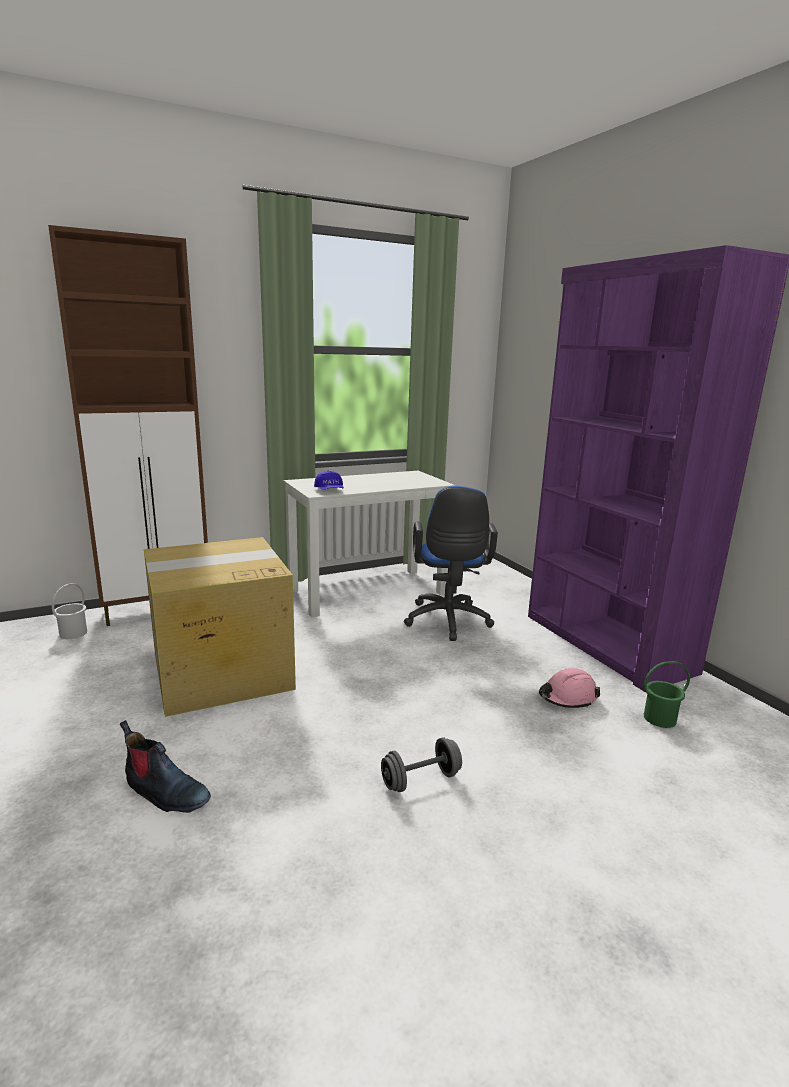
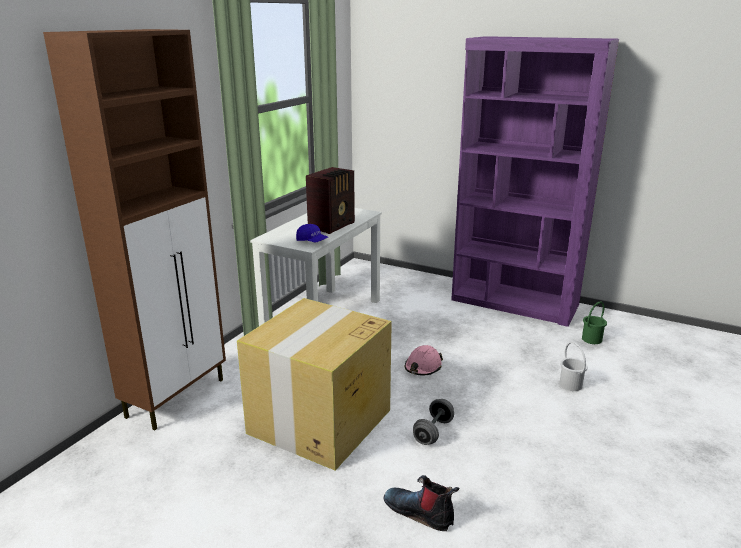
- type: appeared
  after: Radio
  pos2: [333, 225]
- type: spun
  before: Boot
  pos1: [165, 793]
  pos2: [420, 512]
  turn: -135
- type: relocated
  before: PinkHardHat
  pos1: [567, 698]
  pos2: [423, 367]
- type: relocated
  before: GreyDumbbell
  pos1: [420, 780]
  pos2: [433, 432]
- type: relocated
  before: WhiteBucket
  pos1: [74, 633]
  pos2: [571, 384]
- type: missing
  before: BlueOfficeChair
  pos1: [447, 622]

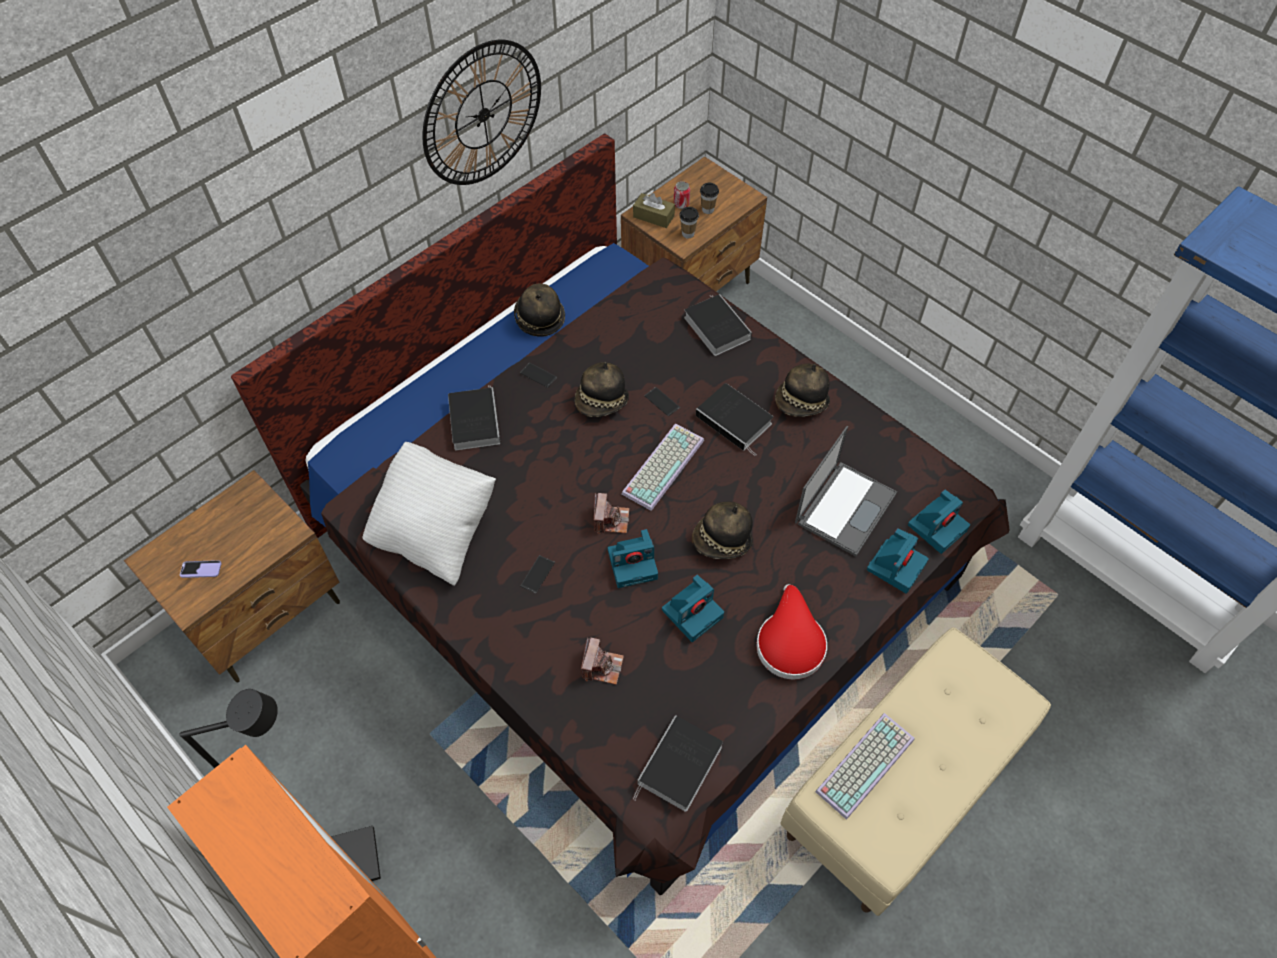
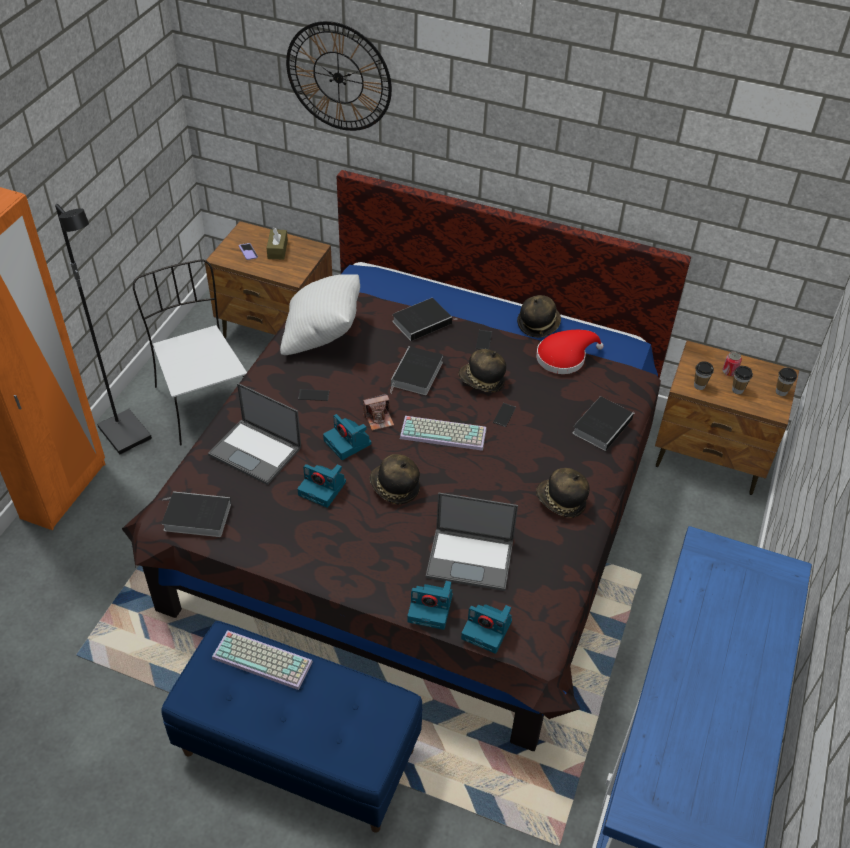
- type: appeared
  after: WhiteChair
  pos2: [203, 402]
- type: colour
  before: BeigeBench
  after: BlueBench
  pos1: [899, 787]
  pos2: [300, 751]
- type: exchanged
  before: PhotoCamera
  after: Laptop
  pos1: [602, 666]
  pos2: [256, 451]
- type: relocated
  before: BrownTissueBox
  pos1: [653, 216]
  pos2: [277, 249]
- type: relocated
  before: WallClock
  pos1: [483, 114]
  pos2: [338, 77]
- type: relocated
  before: Book
  pos1: [736, 420]
  pos2: [417, 375]
- type: relocated
  before: RedHat
  pos1: [789, 641]
  pos2: [564, 357]
- type: appeared
  after: Cup
  pos2: [781, 392]

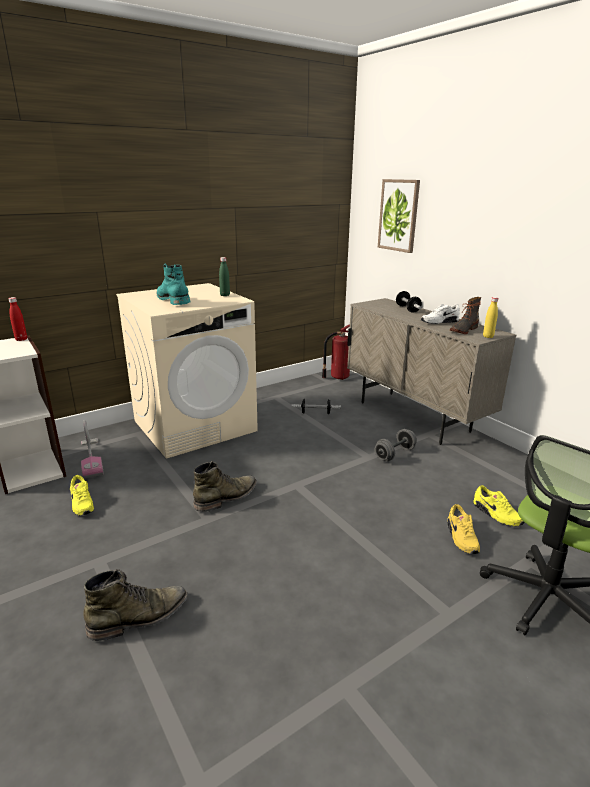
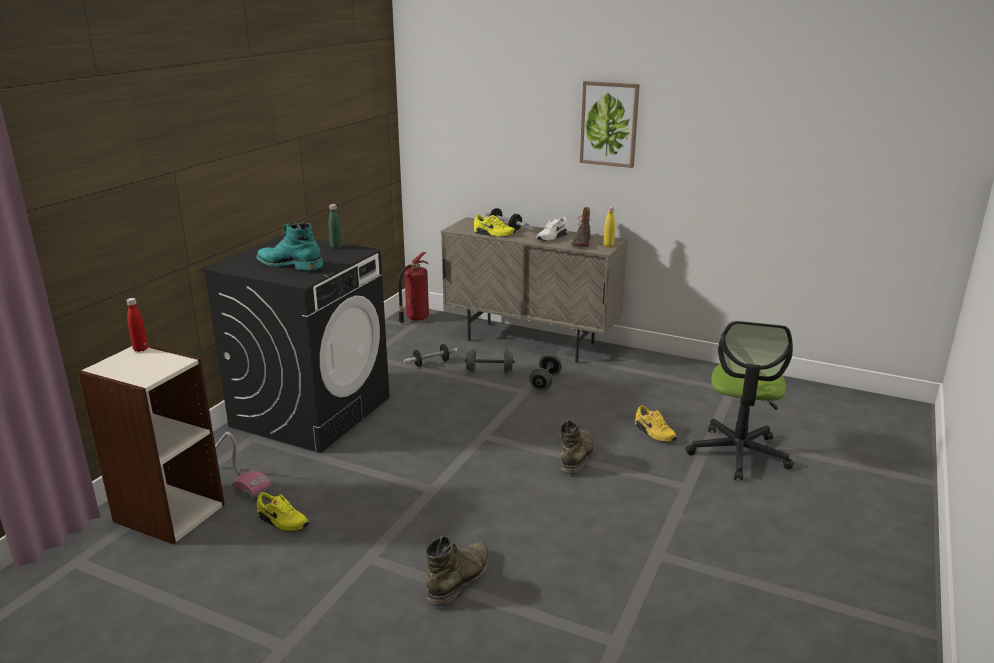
- type: colour
  before: BeigeWashingMachine
  after: BlackWashingMachine
  pos1: [195, 425]
  pos2: [311, 411]
- type: appeared
  after: GreyDumbbell
  pos2: [489, 371]
- type: relocated
  before: YellowShoe
  pos1: [496, 515]
  pos2: [494, 234]
- type: relocated
  before: GreenBoot
  pos1: [227, 497]
  pos2: [577, 456]
- type: relocated
  before: Picture
  pos1: [399, 215]
  pos2: [609, 124]

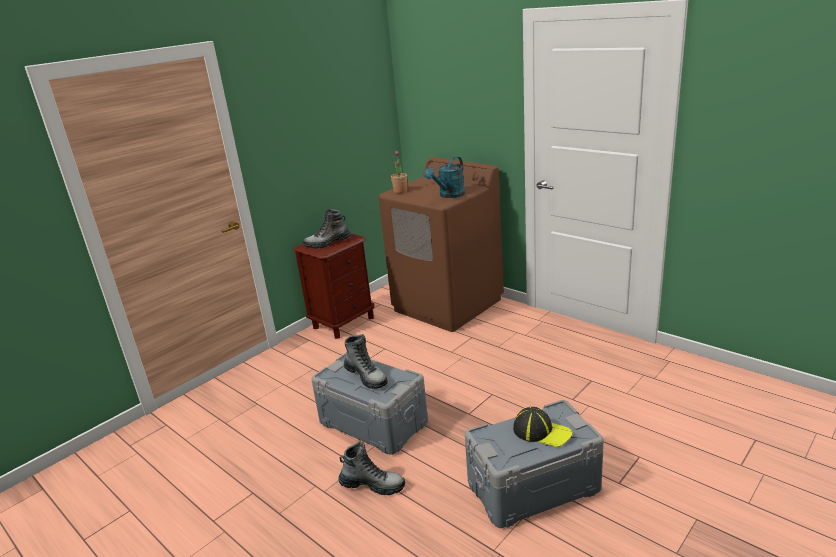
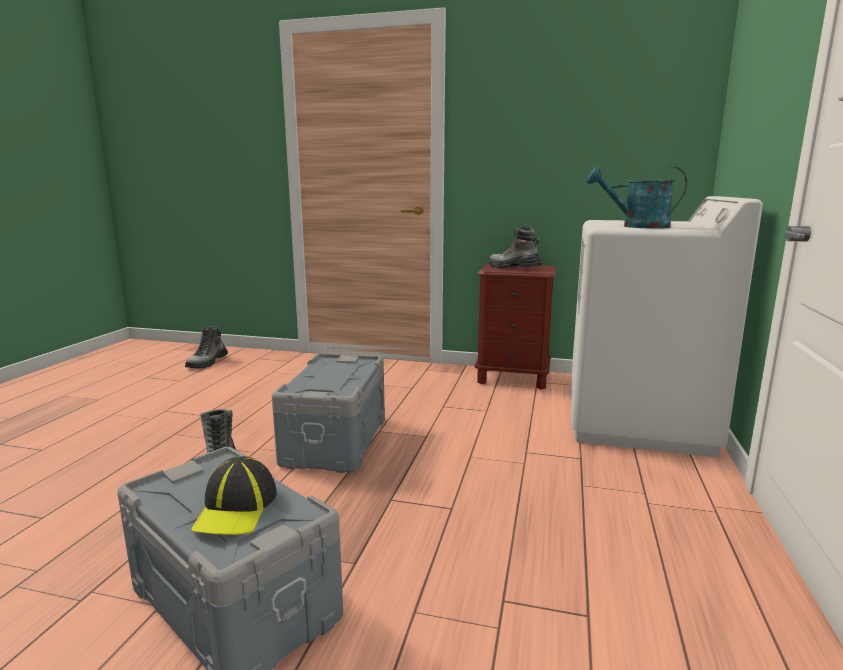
- type: relocated
  before: Boot
  pos1: [366, 376]
  pos2: [207, 363]
- type: colour
  before: BrownWashingMachine
  after: WhiteWashingMachine
  pos1: [448, 305]
  pos2: [638, 422]
- type: missing
  before: PottedPlant
  pos1: [400, 191]

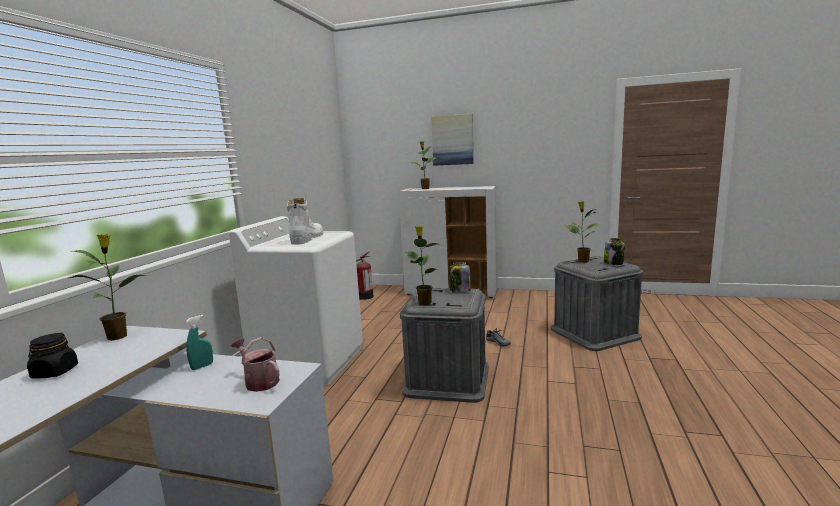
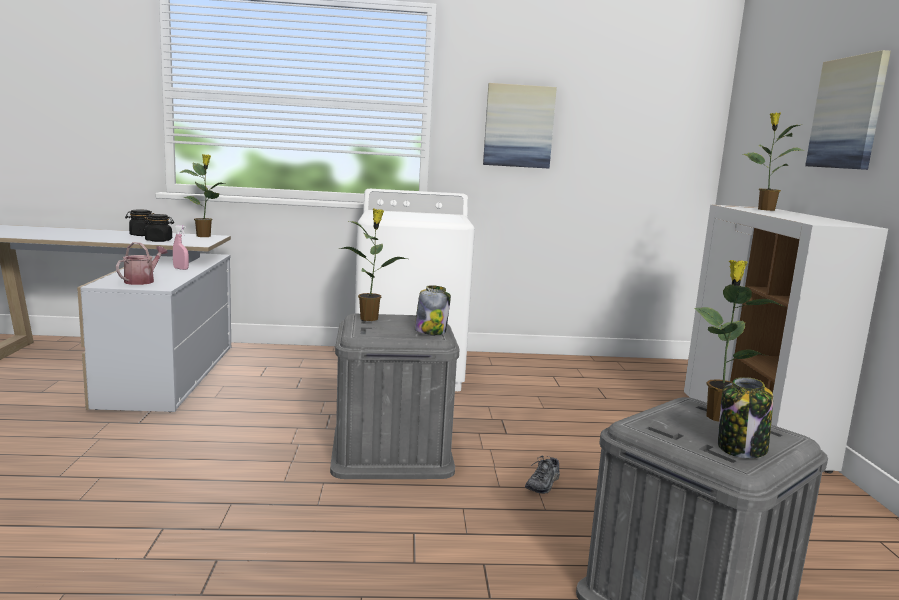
- type: appeared
  after: BlackJar
  pos2: [159, 240]
- type: colour
  before: TurquoiseSprayBottle
  after: PinkSprayBottle
  pos1: [202, 366]
  pos2: [181, 269]
- type: appeared
  after: Picture
  pos2: [518, 126]
- type: missing
  before: WhiteBoot
  pos1: [307, 239]
- type: missing
  before: FireExtinguisher
  pos1: [364, 297]

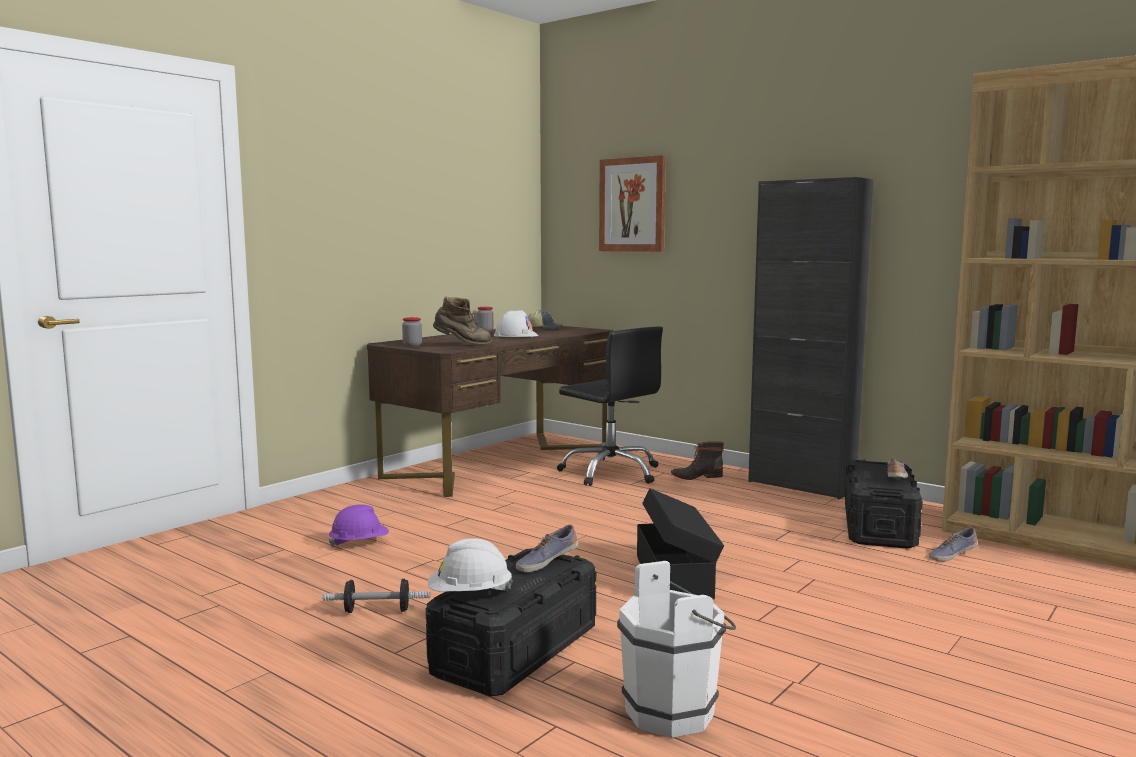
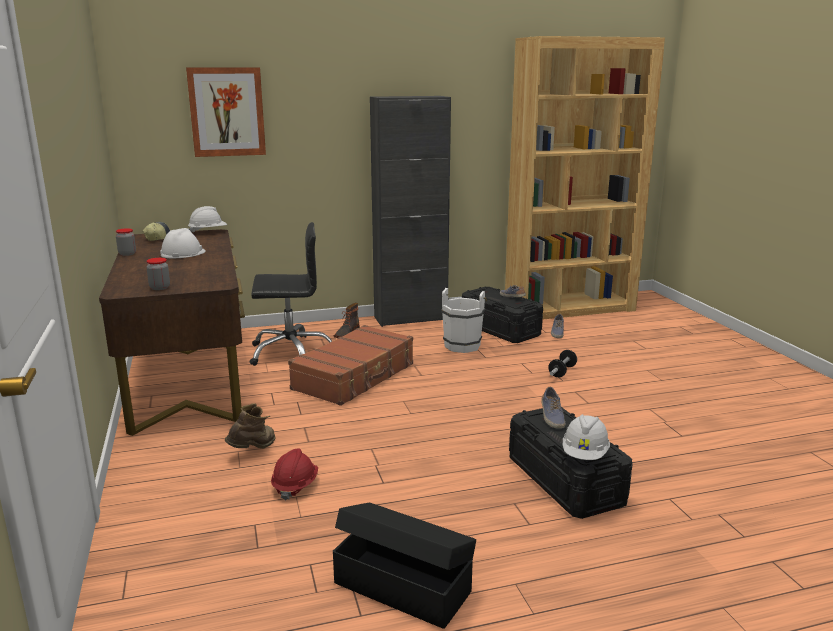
- type: appeared
  after: WhiteHardHat
  pos2: [208, 232]
- type: relocated
  before: BrownBoot
  pos1: [463, 345]
  pos2: [253, 450]
- type: colour
  before: PurpleHardHat
  after: RedHardHat
  pos1: [359, 543]
  pos2: [295, 486]
- type: appeared
  after: BrownSuitcase
  pos2: [355, 377]
- type: relocated
  before: BlackStorageBox
  pos1: [675, 576]
  pos2: [402, 585]
- type: relocated
  before: WhiteBucket
  pos1: [677, 712]
  pos2: [463, 345]
- type: relocated
  before: Dumbbell
  pos1: [377, 611]
  pos2: [562, 371]

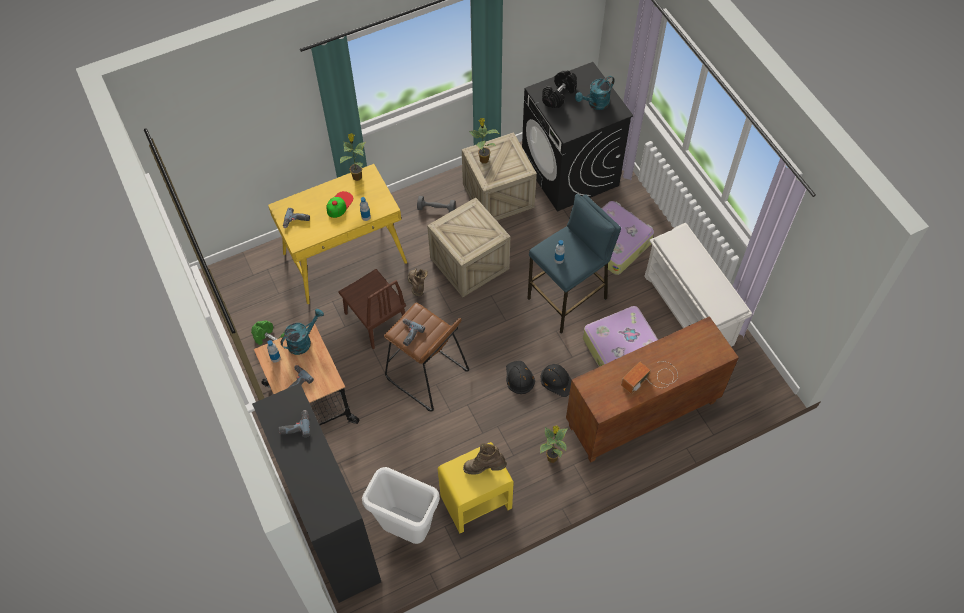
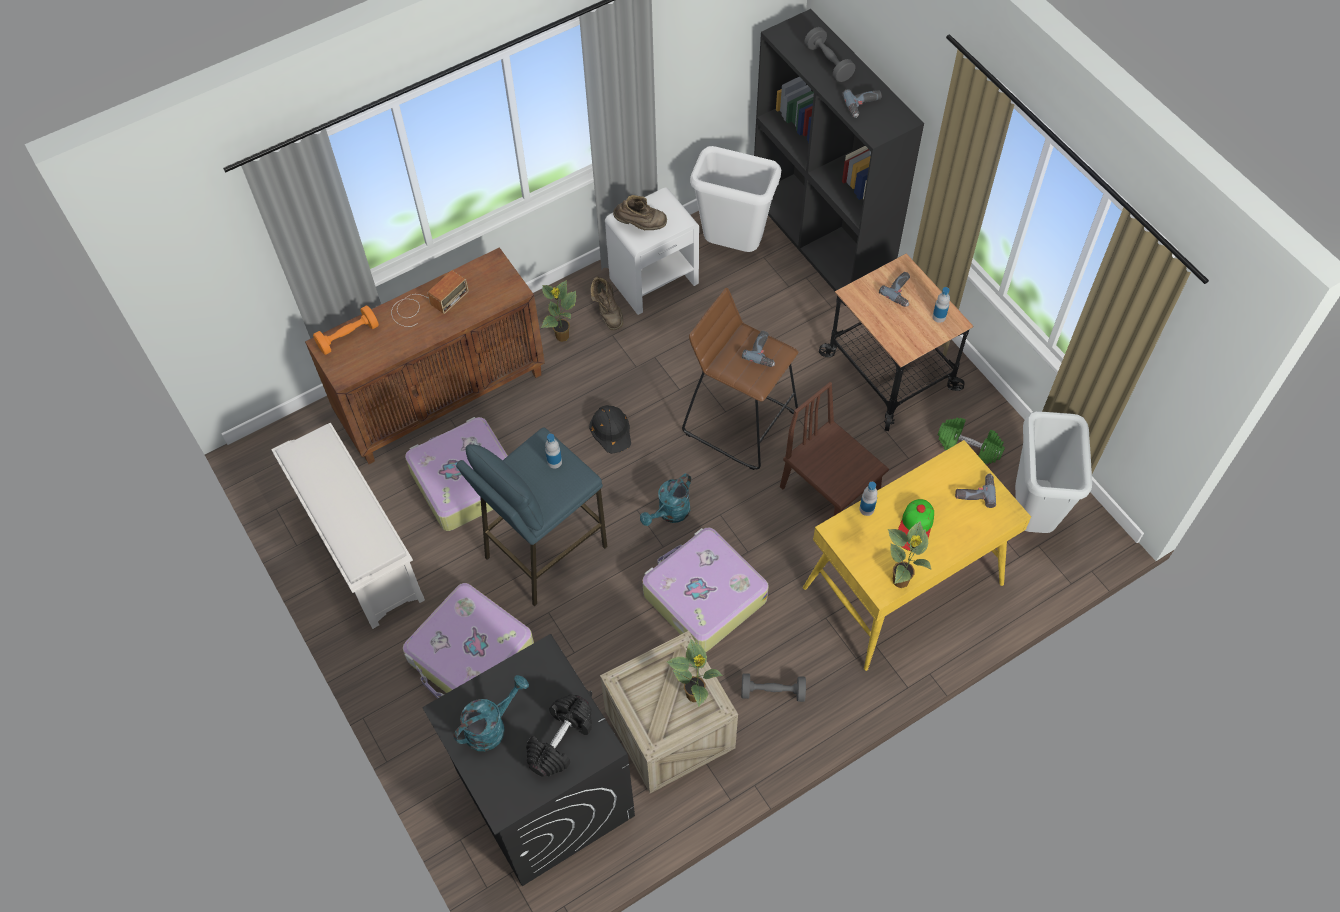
- type: appeared
  after: OrangeDumbbell
  pos2: [348, 337]
- type: relocated
  before: BrownBoot
  pos1: [417, 287]
  pos2: [608, 312]
- type: colour
  before: YellowNightstand
  after: WhiteNightstand
  pos1: [475, 502]
  pos2: [654, 280]
- type: relocated
  before: TurquoiseWateringCan
  pos1: [303, 341]
  pos2: [670, 513]
- type: exchanged
  before: Crate
  after: Suitcase
  pos1: [469, 263]
  pos2: [703, 596]
- type: appeared
  after: GreyDumbbell
  pos2: [828, 63]
- type: appeared
  after: GreyTrashCan
  pos2: [1032, 515]
- type: missing
  before: BlackHardHat
  pos1: [557, 380]

